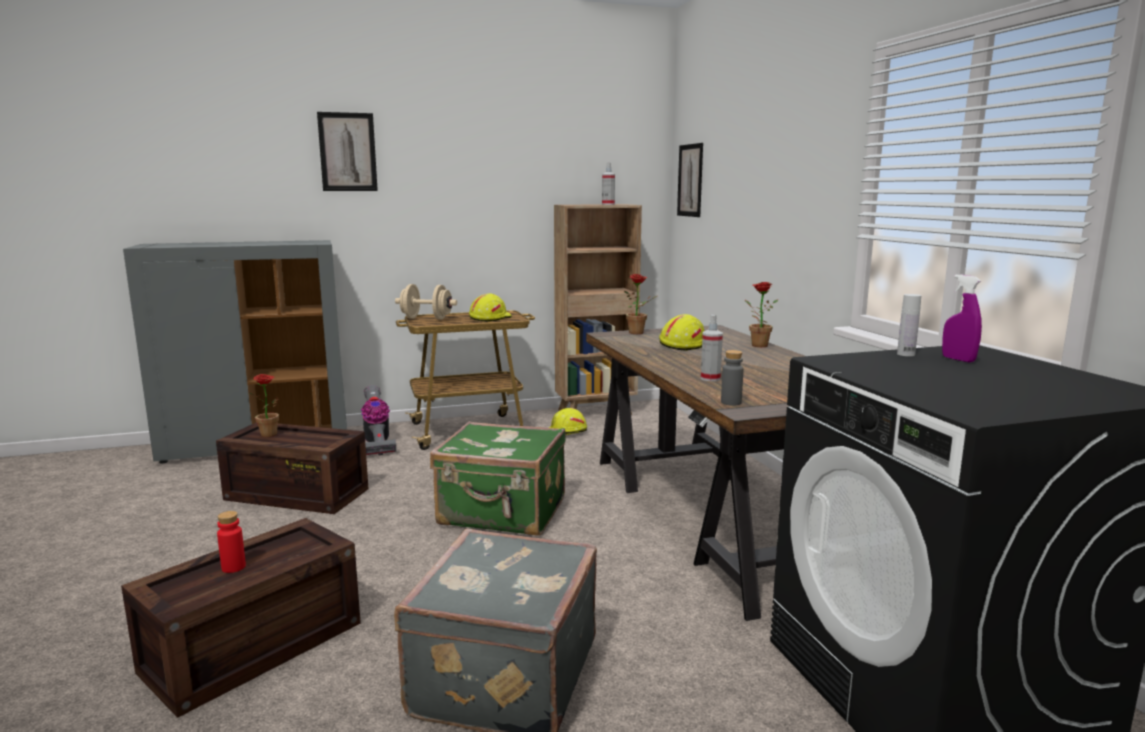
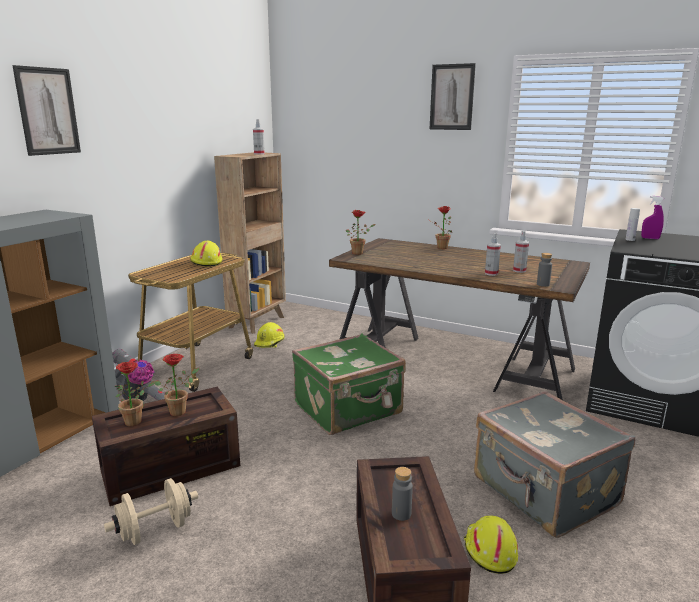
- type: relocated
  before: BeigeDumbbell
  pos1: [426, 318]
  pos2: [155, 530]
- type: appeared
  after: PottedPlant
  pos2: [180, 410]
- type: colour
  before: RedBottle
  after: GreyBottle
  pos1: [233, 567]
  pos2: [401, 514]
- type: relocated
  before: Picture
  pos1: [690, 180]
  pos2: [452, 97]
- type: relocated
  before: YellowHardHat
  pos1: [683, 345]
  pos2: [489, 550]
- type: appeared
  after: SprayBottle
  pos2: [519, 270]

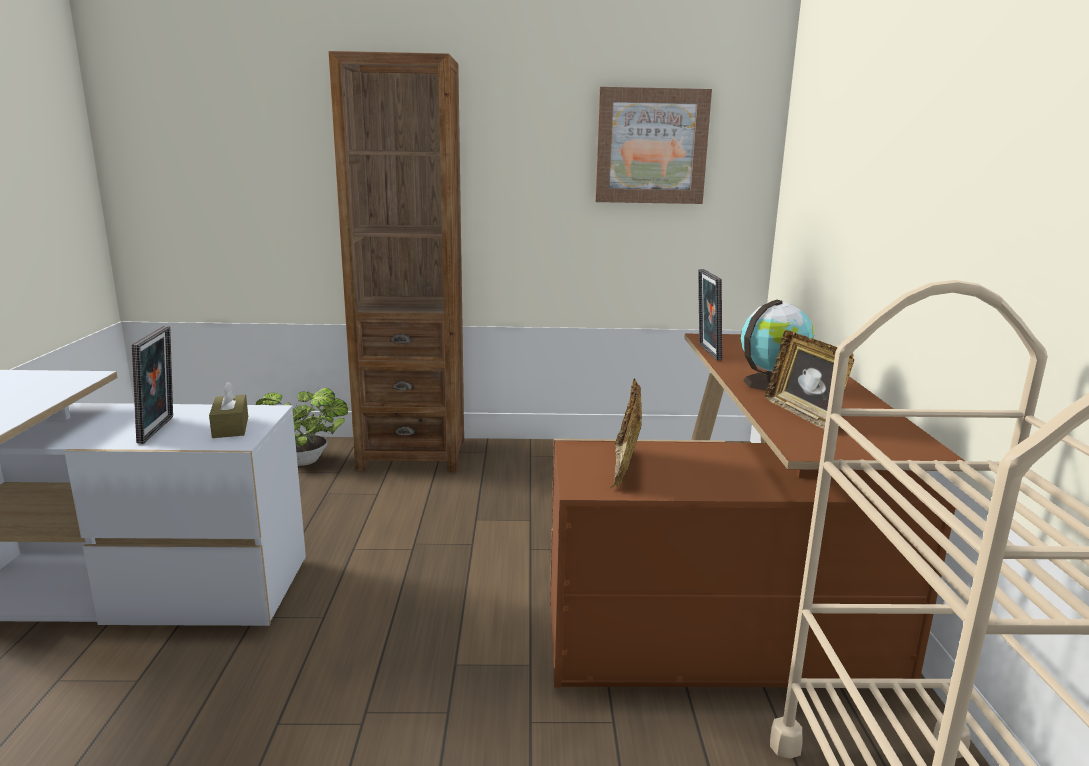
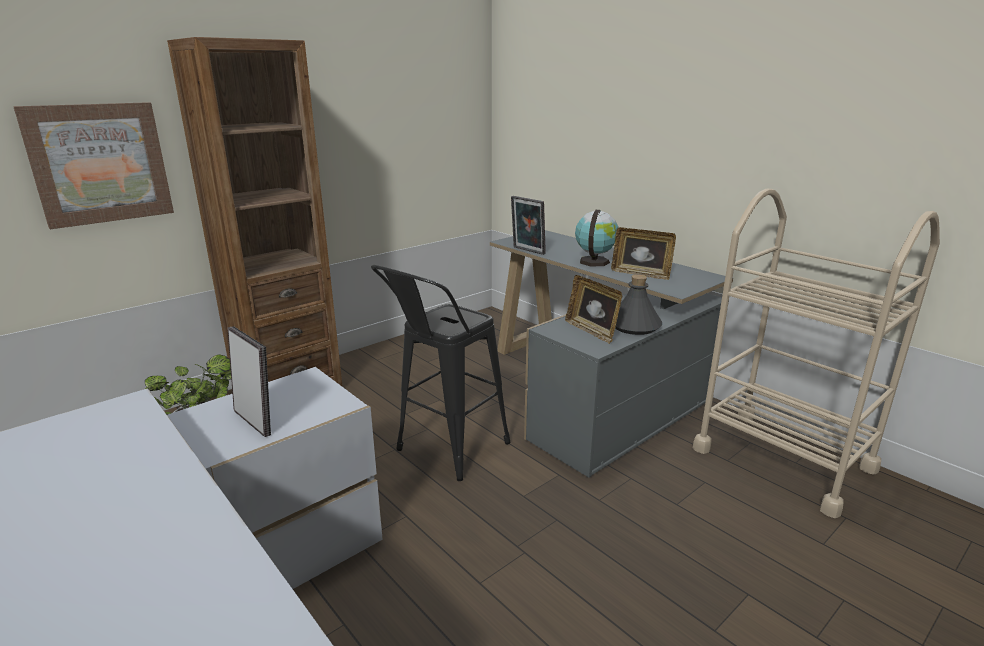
- type: relocated
  before: Picture
  pos1: [651, 146]
  pos2: [99, 163]
- type: appeared
  after: BlackStool
  pos2: [445, 452]
- type: colour
  before: BrownDesk
  after: GreyDesk
  pos1: [737, 587]
  pos2: [592, 389]
- type: appeared
  after: GreyBottle
  pos2: [633, 326]
- type: missing
  before: BrownTissueBox
  pos1: [230, 427]

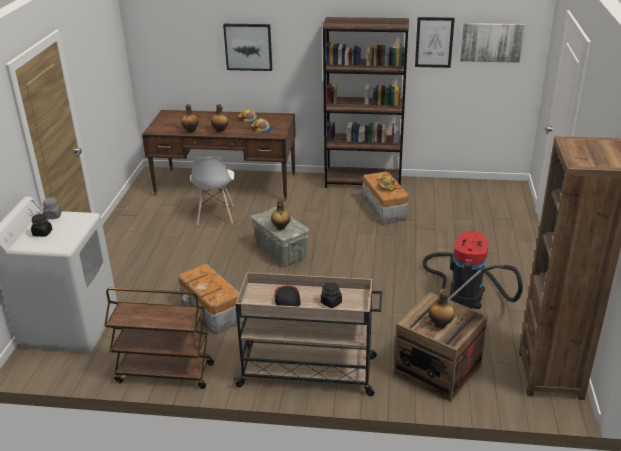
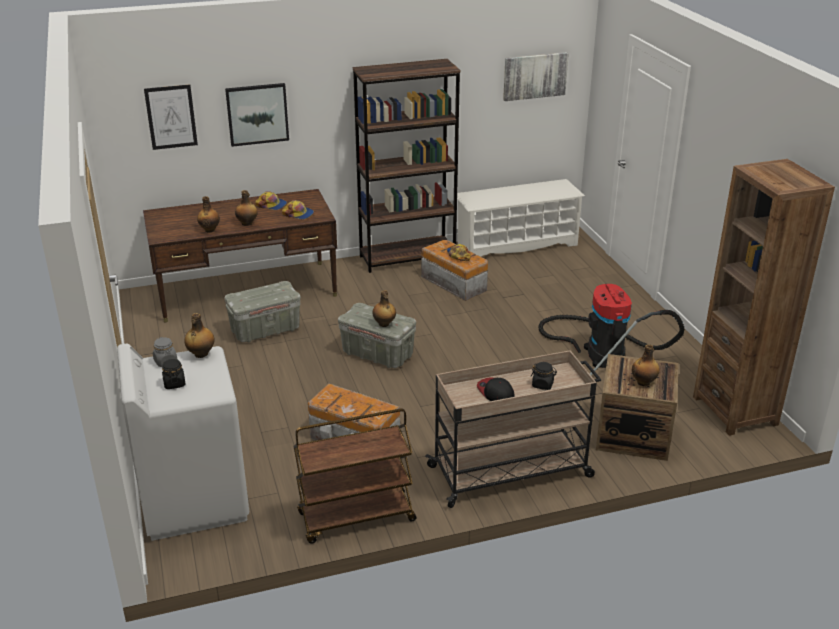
- type: relocated
  before: Picture
  pos1: [434, 42]
  pos2: [171, 117]
- type: appeared
  after: Bottle
  pos2: [201, 354]
- type: exchanged
  before: WhiteChair
  after: GreyStorageBox
  pos1: [215, 215]
  pos2: [265, 330]
- type: appeared
  after: WhiteShoeRack
  pos2: [516, 244]

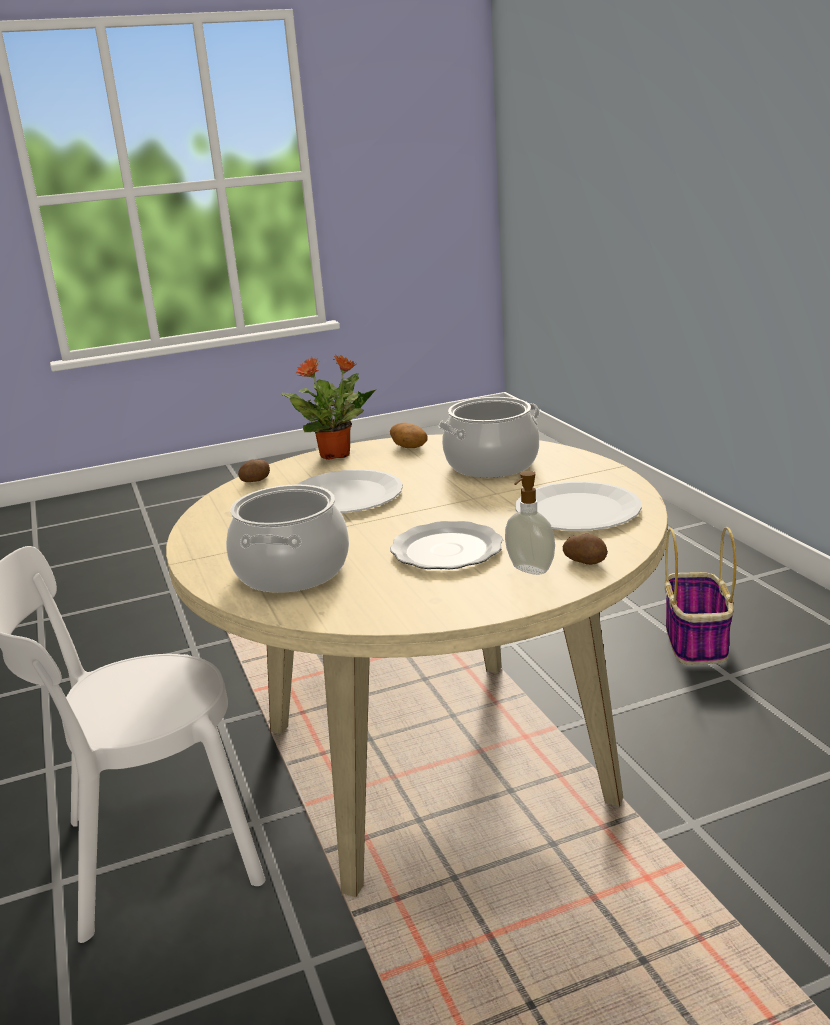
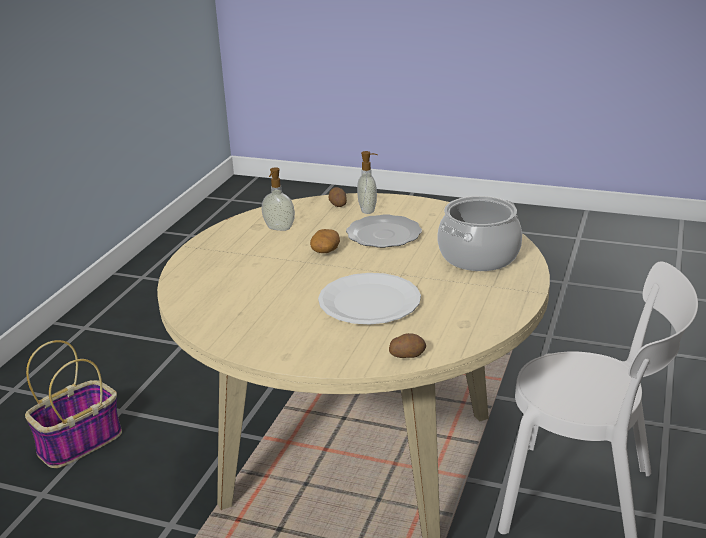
- type: exchanged
  before: WhitePlate
  after: SoapDispenser
  pos1: [577, 510]
  pos2: [279, 228]
- type: relocated
  before: Potato
  pos1: [408, 446]
  pos2: [325, 251]
- type: missing
  before: PottedPlant
  pos1: [336, 454]
- type: missing
  before: CookingPot
  pos1: [491, 465]

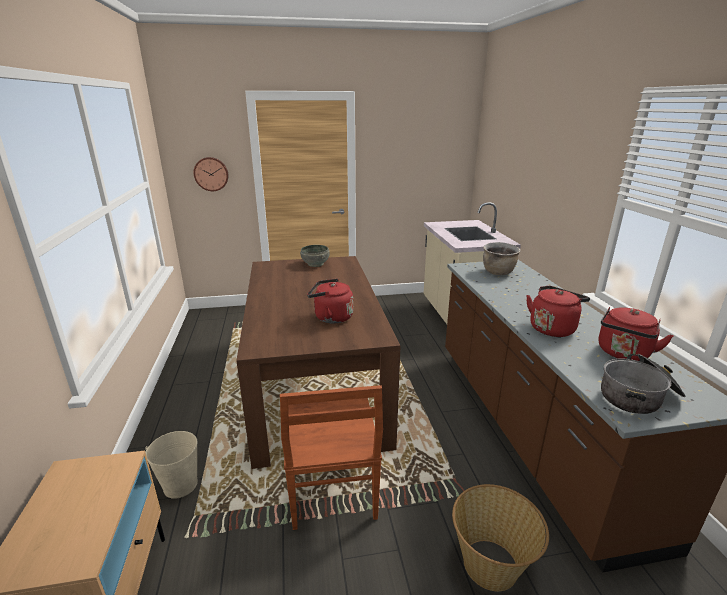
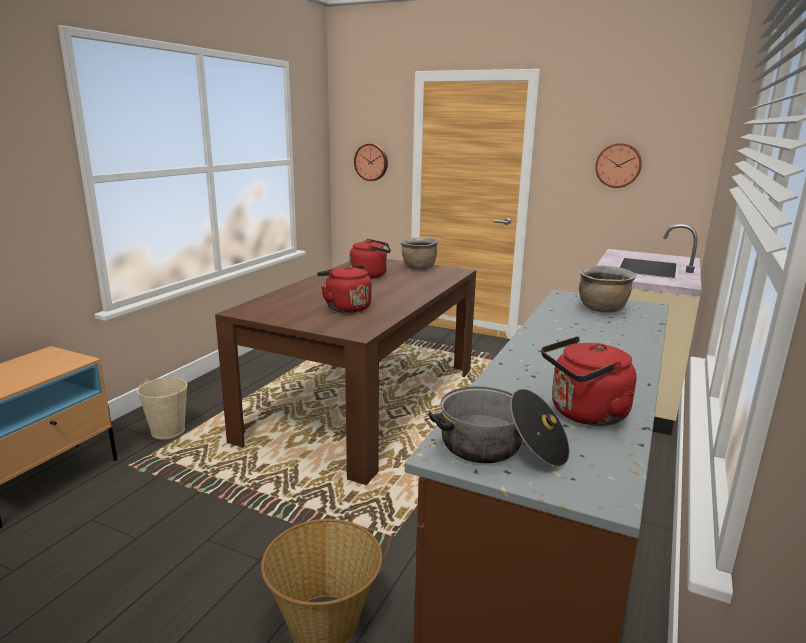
- type: relocated
  before: RedKettle
  pos1: [552, 328]
  pos2: [371, 275]
- type: exchanged
  before: GreyBowl
  after: BrownCookingPot
  pos1: [316, 264]
  pos2: [418, 268]
- type: appeared
  after: WallClock
  pos2: [618, 165]
- type: missing
  before: BrownChair
  pos1: [332, 488]

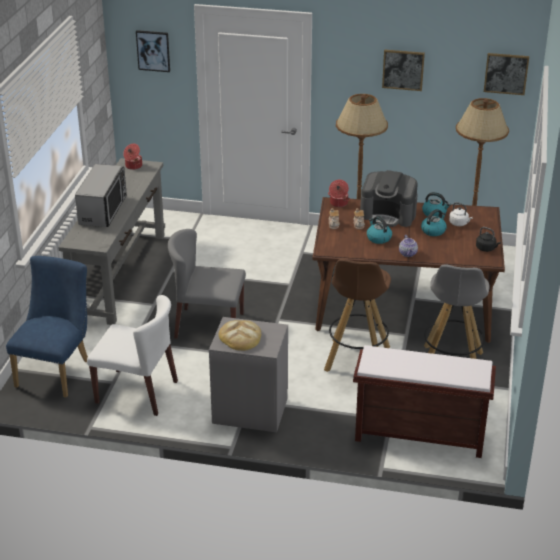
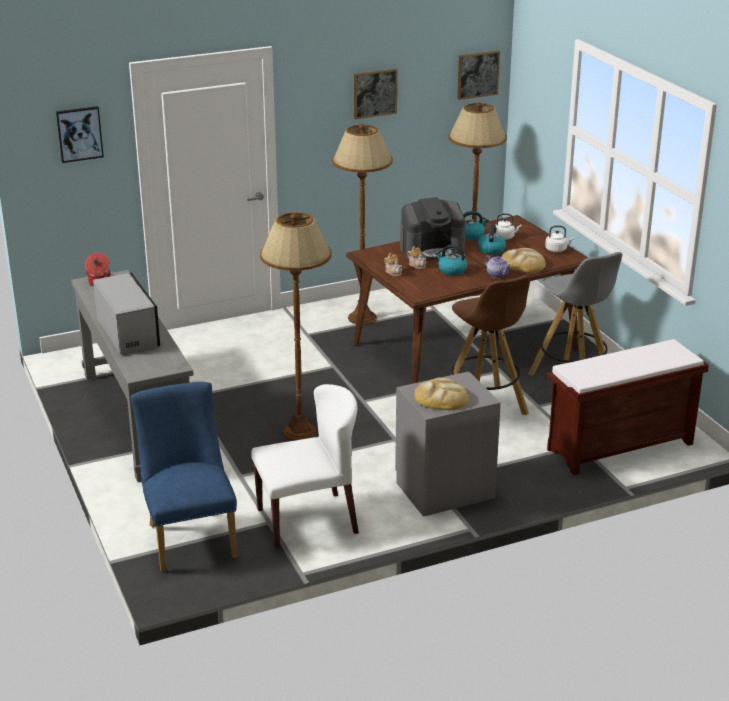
- type: exchanged
  before: GreyChair
  after: BrownFloorLamp
  pos1: [208, 325]
  pos2: [300, 431]
- type: appeared
  after: Bread
  pos2: [523, 263]
- type: colour
  before: BlackKettle
  after: WhiteKettle
  pos1: [486, 249]
  pos2: [557, 250]
- type: missing
  before: CookingPot
  pos1: [338, 203]

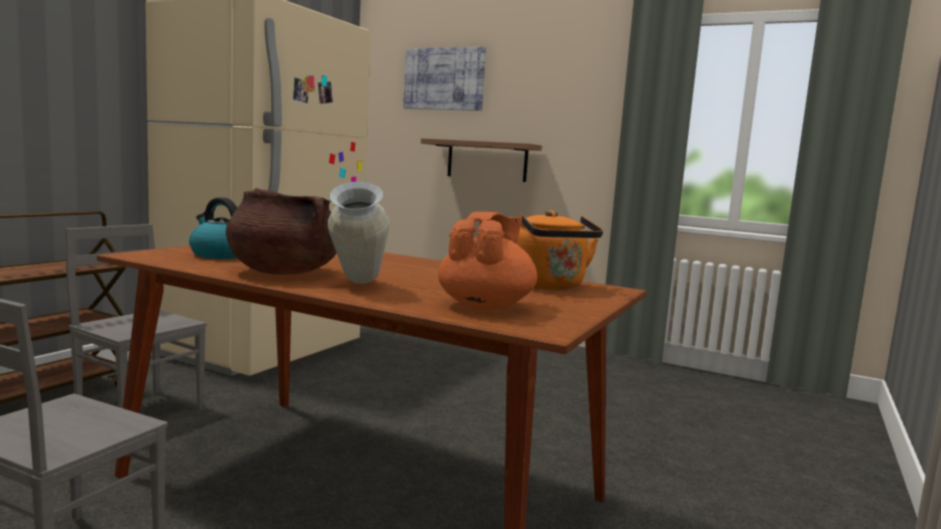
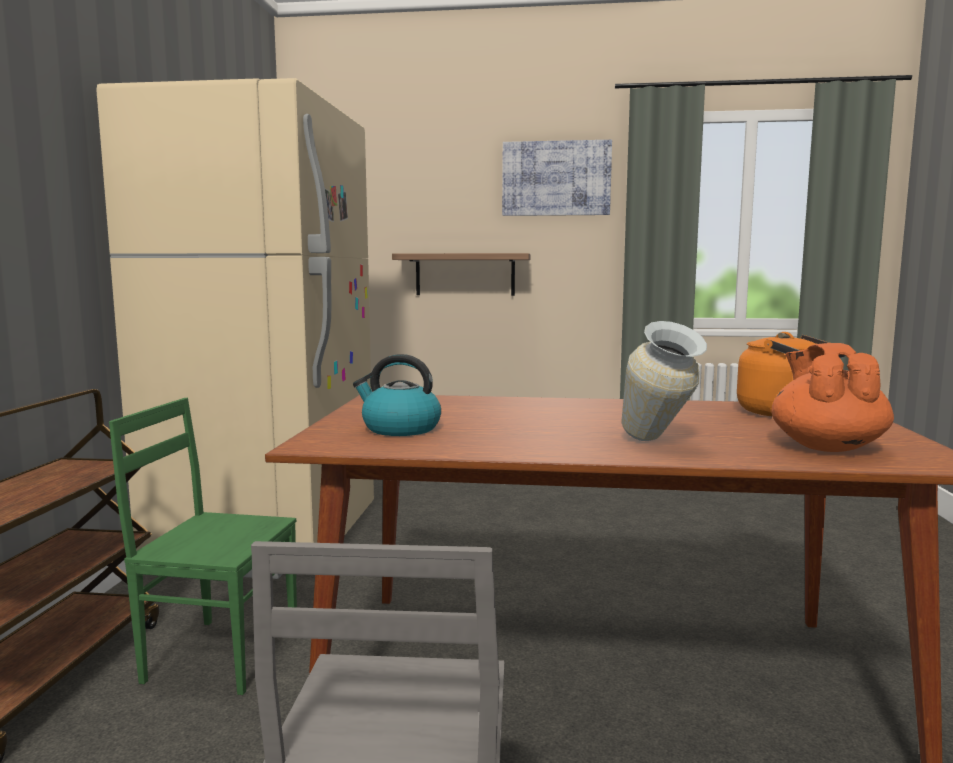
- type: colour
  before: GreyChair
  after: GreenChair
  pos1: [141, 411]
  pos2: [221, 653]
- type: relocated
  before: Picture
  pos1: [444, 79]
  pos2: [556, 178]
- type: missing
  before: BrownCookingPot
  pos1: [283, 272]

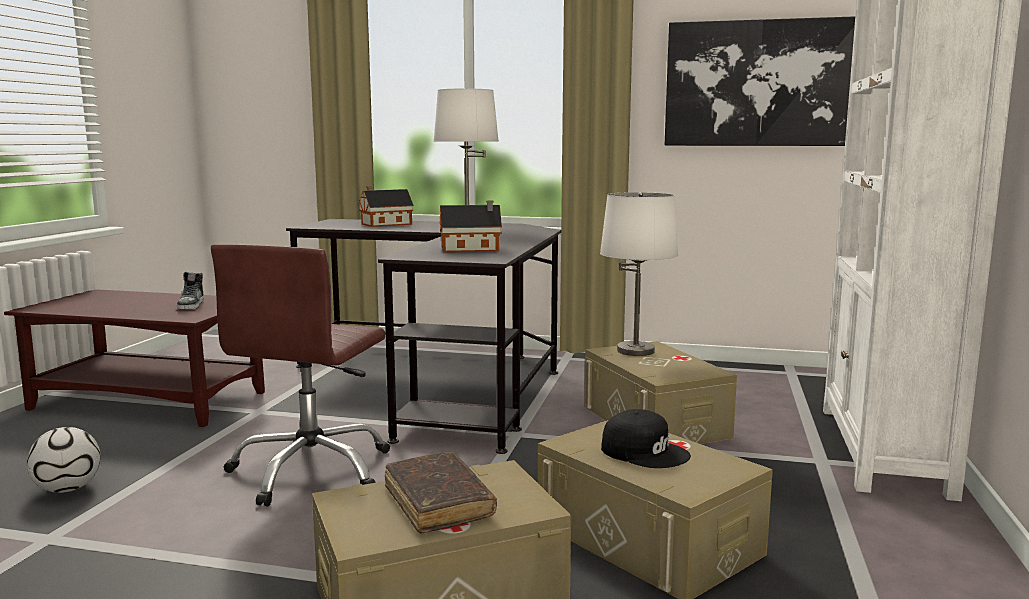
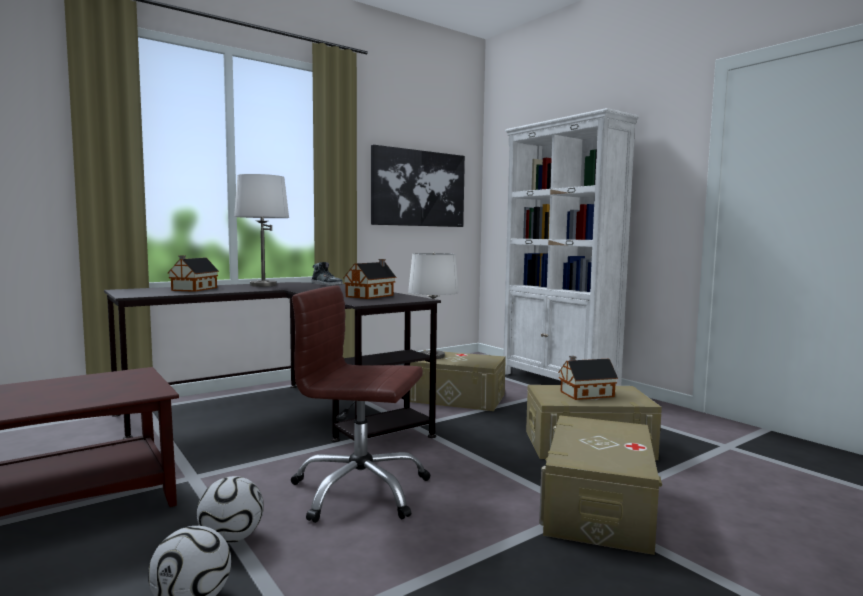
- type: appeared
  after: Football
  pos2: [231, 538]
- type: spun
  before: BrownOfficeChair
  pos1: [312, 471]
  pos2: [360, 491]
  turn: 135
- type: relocated
  before: Shoe
  pos1: [191, 305]
  pos2: [326, 284]
- type: exchanged
  before: BlackCap
  after: ToyHouse
  pos1: [645, 451]
  pos2: [584, 394]
- type: missing
  before: BrownBook
  pos1: [438, 503]

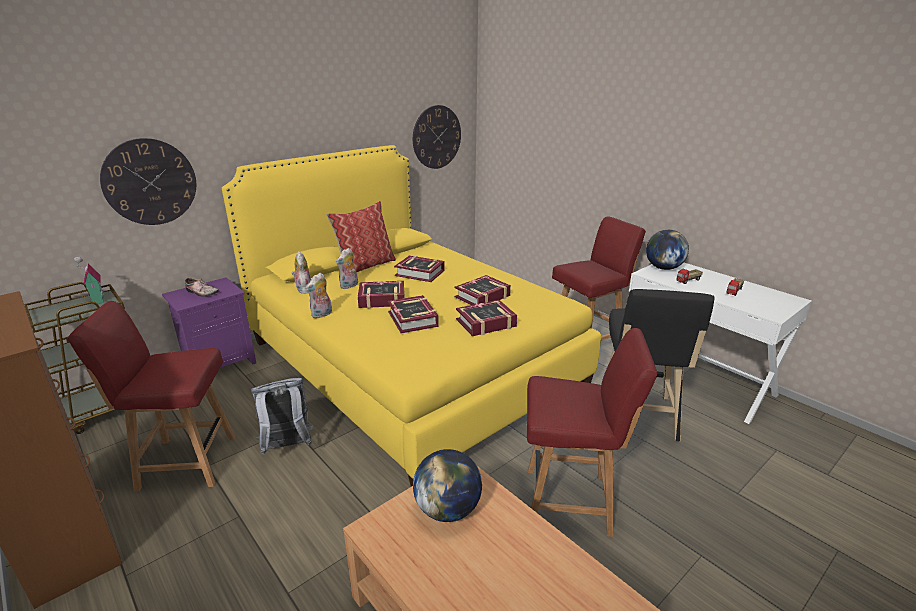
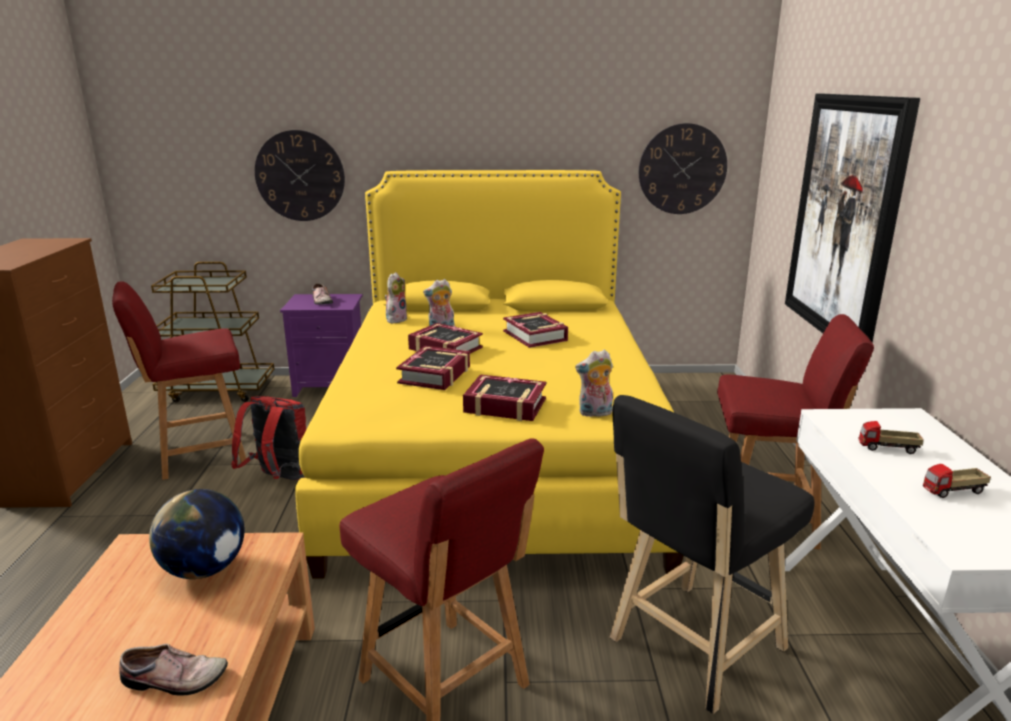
- type: spun
  before: RedChair
  pos1: [185, 462]
  pos2: [199, 454]
  turn: -60
- type: appeared
  after: Shoe
  pos2: [174, 681]
- type: colour
  before: GreyBackpack
  after: RedBackpack
  pos1: [287, 447]
  pos2: [278, 478]
- type: relocated
  before: PlushToy
  pos1: [322, 315]
  pos2: [595, 413]
- type: appeared
  after: Picture
  pos2: [845, 219]
- type: missing
  before: ToyHouse
  pos1: [97, 300]
- type: missing
  before: Pillow
  pos1: [365, 266]
- type: missing
  before: Book
  pos1: [482, 297]
- type: missing
  before: Globe
  pos1: [663, 268]

